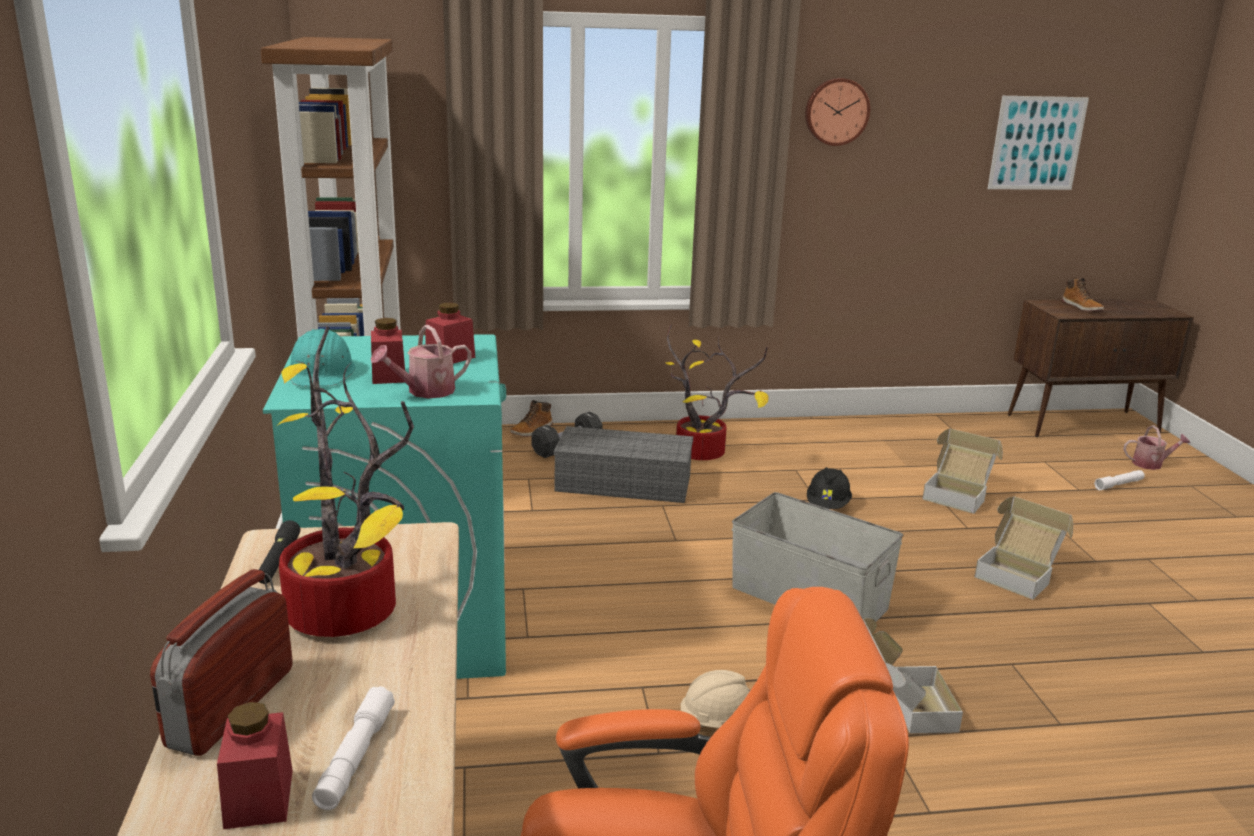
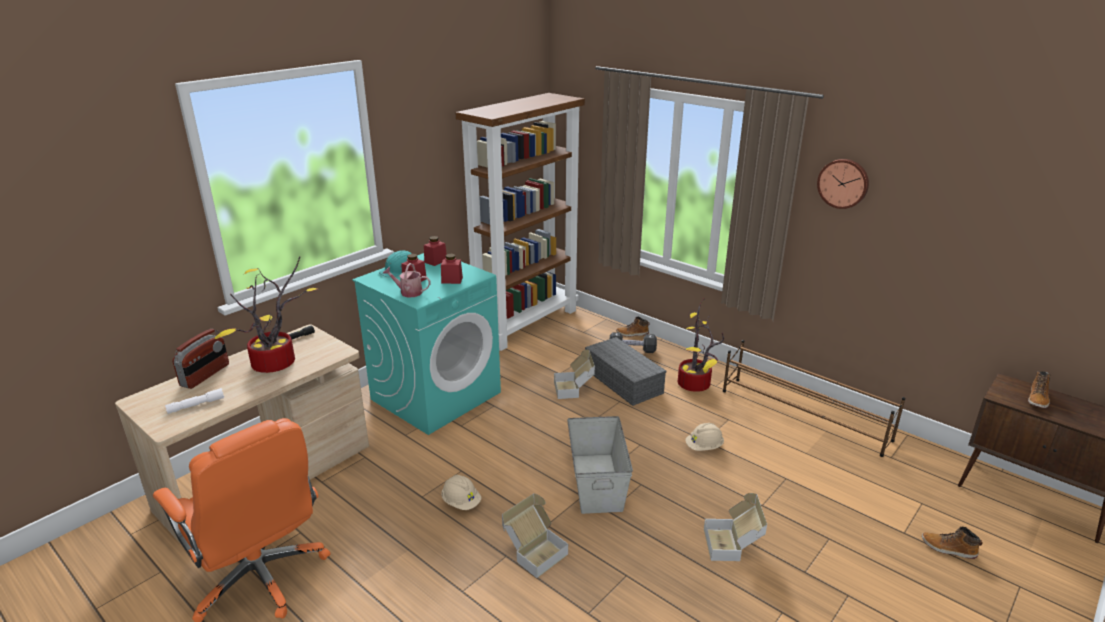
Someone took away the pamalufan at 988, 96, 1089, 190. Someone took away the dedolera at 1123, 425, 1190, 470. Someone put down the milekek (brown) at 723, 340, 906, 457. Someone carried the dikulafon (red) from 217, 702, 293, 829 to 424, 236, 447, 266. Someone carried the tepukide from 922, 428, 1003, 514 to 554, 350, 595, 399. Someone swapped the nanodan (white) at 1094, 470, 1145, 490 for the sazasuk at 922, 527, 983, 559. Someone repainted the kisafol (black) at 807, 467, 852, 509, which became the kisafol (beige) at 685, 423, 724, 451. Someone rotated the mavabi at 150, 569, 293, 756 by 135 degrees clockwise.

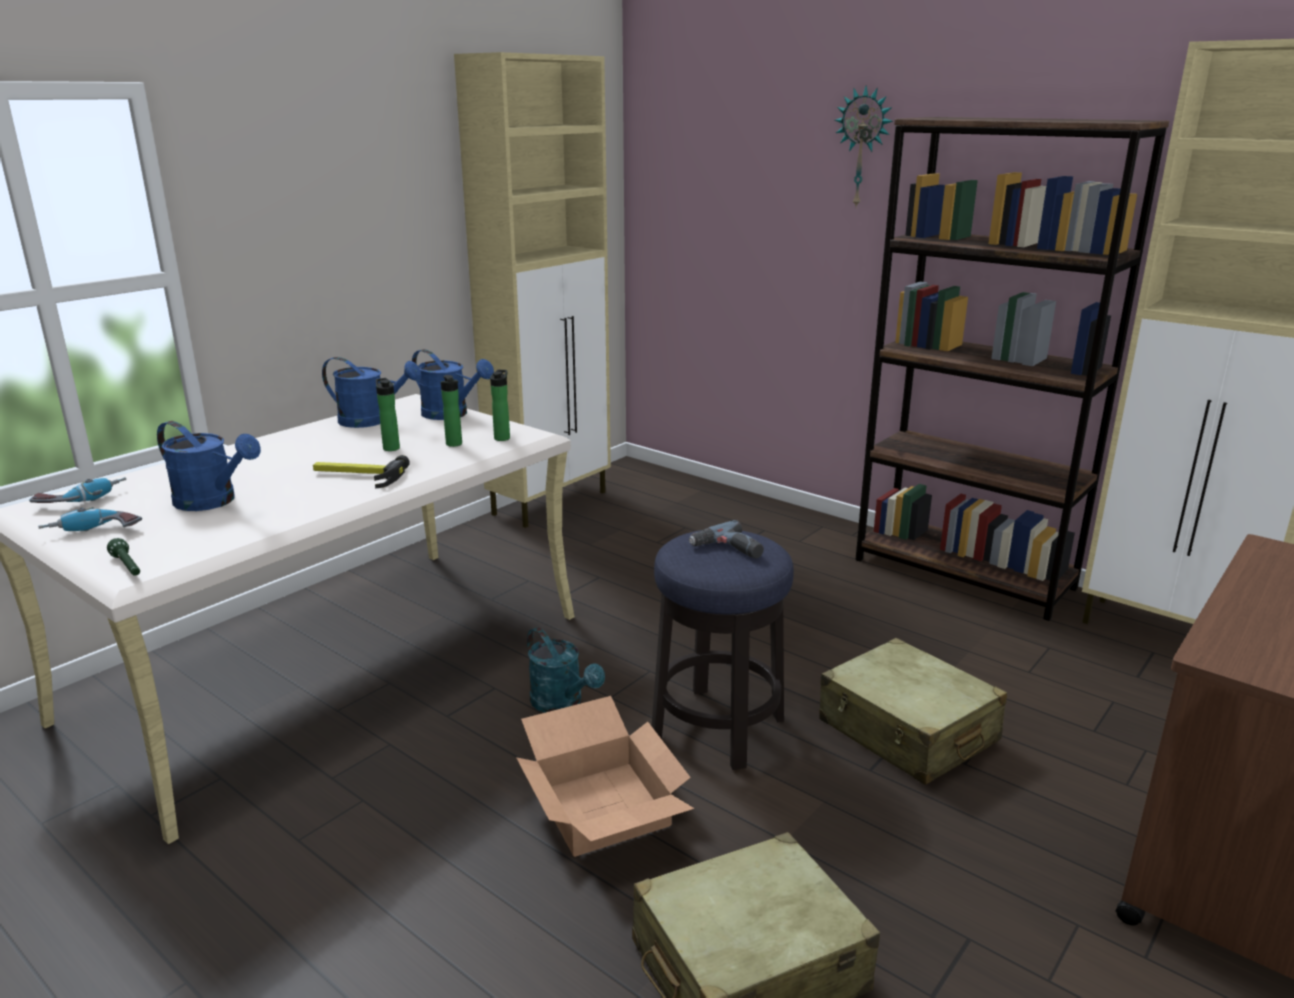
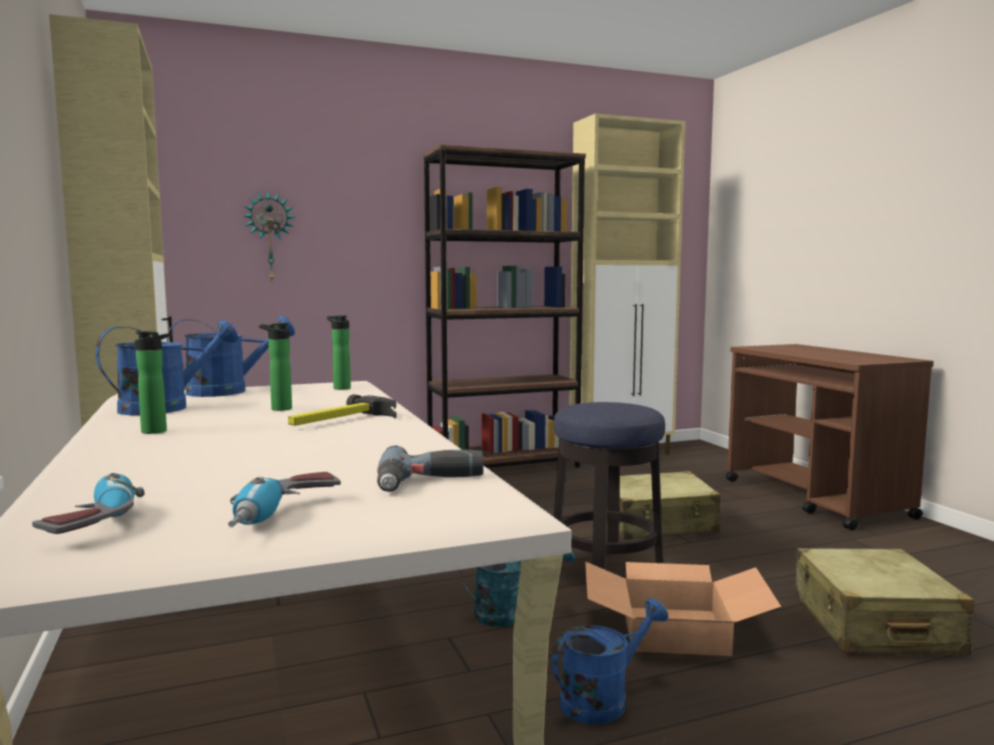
Someone took away the nanodan (green) at 107, 538, 140, 576. Someone carried the dedolera (blue) from 157, 421, 261, 511 to 552, 598, 668, 725. Someone carried the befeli from 441, 375, 462, 447 to 135, 331, 172, 434. Someone carried the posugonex from 689, 520, 764, 559 to 377, 445, 483, 492. Someone carried the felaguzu from 835, 86, 893, 207 to 243, 190, 295, 281.

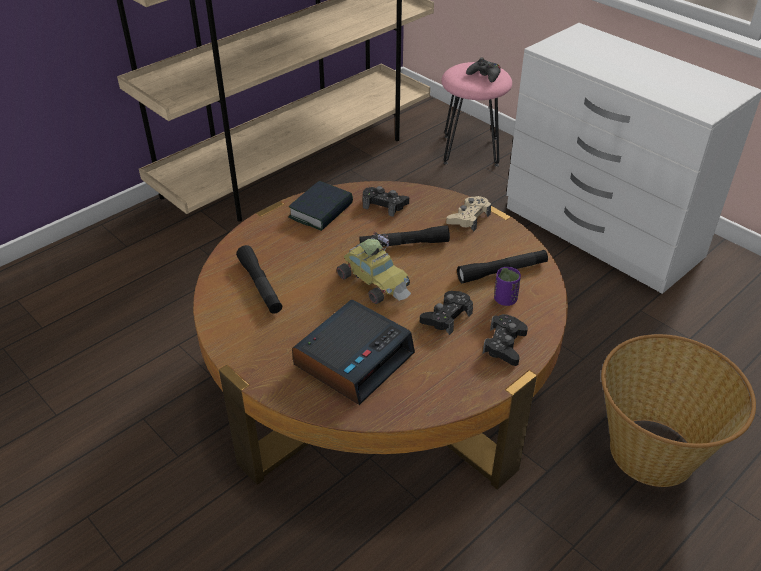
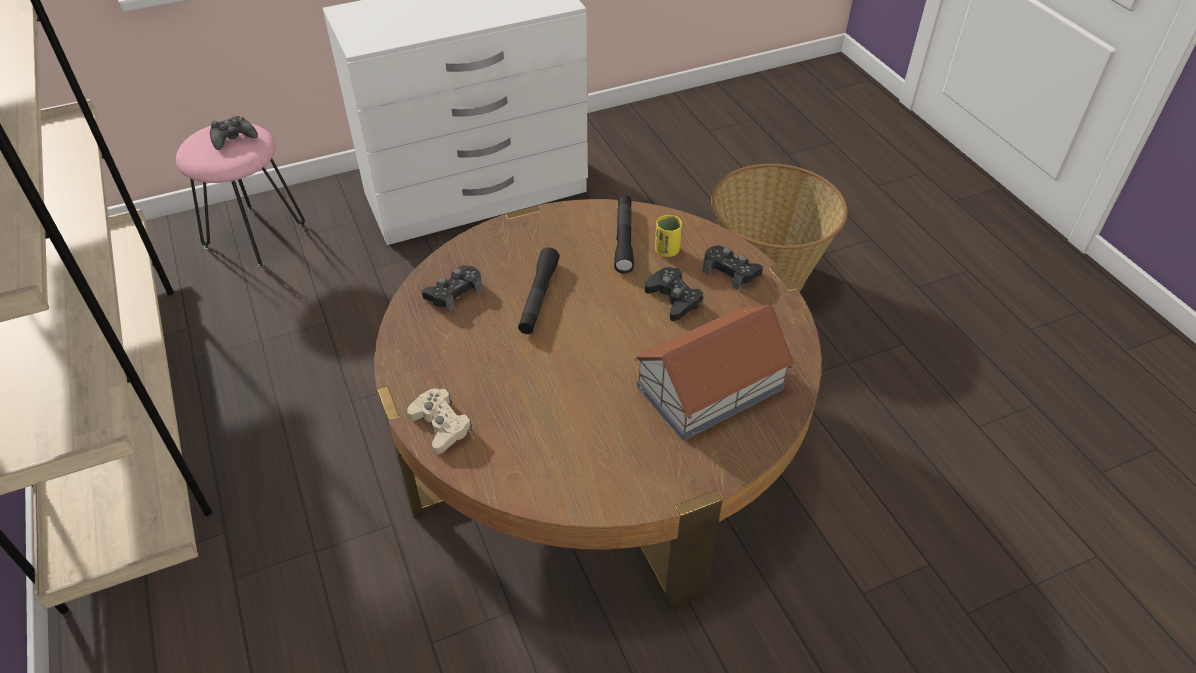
Someone took away the nanodan (black) at 236, 245, 282, 314. Someone took away the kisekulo at 288, 181, 353, 231. Someone took away the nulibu at 337, 232, 411, 304. Someone carried the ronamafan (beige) from 446, 196, 491, 232 to 407, 389, 473, 454. Someone swapped the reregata at 292, 299, 415, 405 for the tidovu at 634, 305, 796, 441. Someone repainted the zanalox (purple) at 494, 267, 521, 306, which became the zanalox (yellow) at 655, 215, 682, 257.

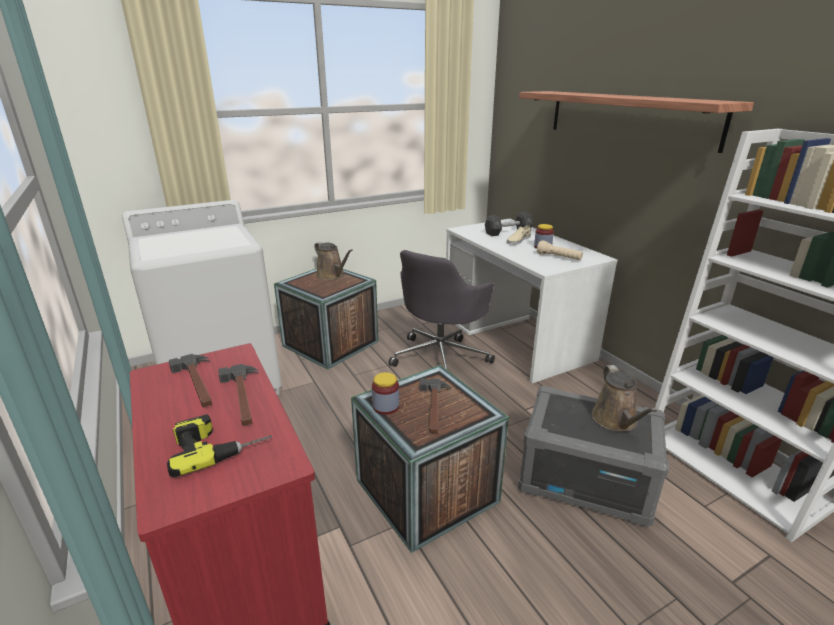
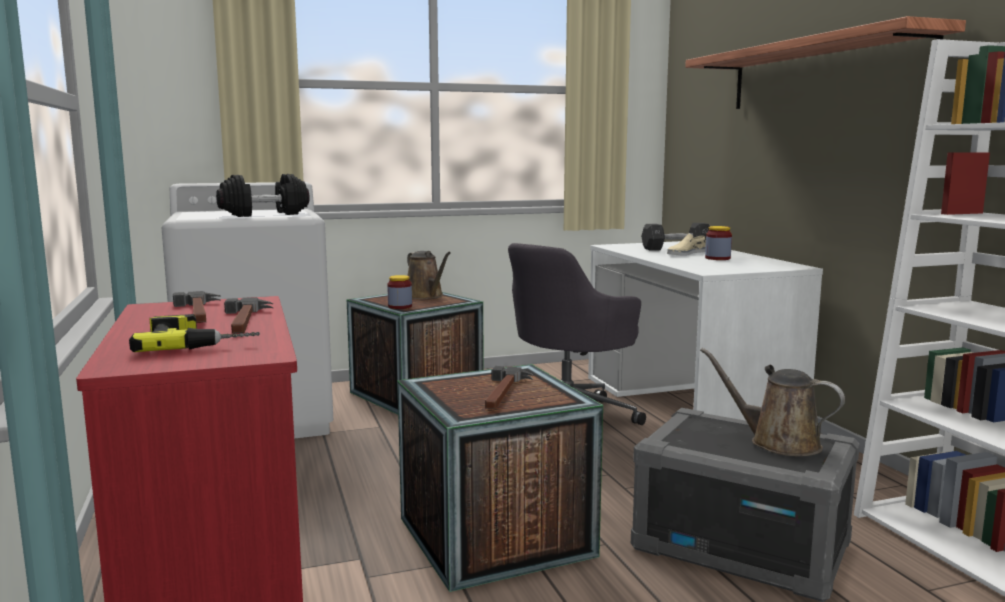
Someone took away the nanodan (beige) at 537, 241, 583, 260. Someone put down the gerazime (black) at 216, 174, 310, 217. Someone carried the dikulafon from 372, 372, 399, 415 to 387, 275, 412, 309. Someone rotated the dedolera (brown) at 592, 365, 657, 432 by 120 degrees clockwise.

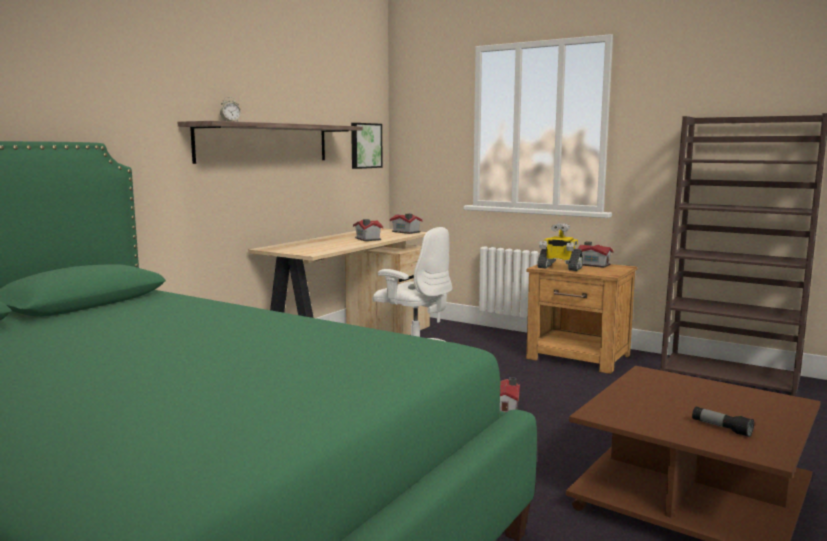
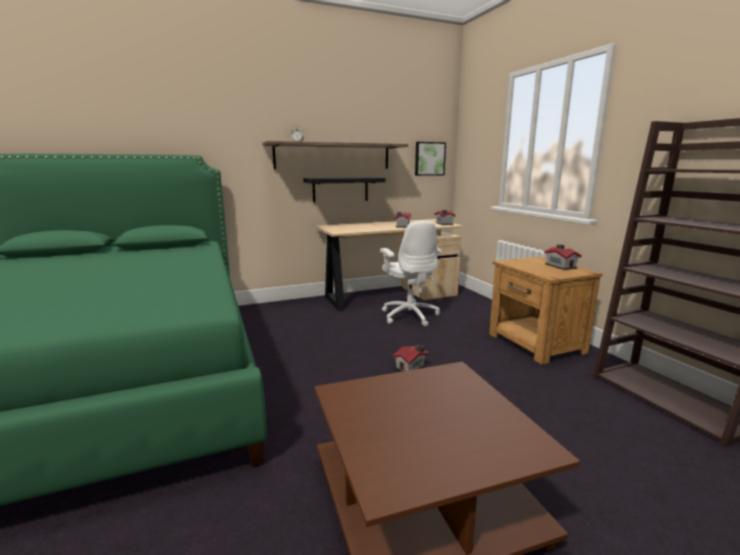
Someone took away the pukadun at 538, 223, 583, 271. Someone took away the nanodan at 692, 406, 754, 437. Someone put up the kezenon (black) at 303, 177, 386, 203.

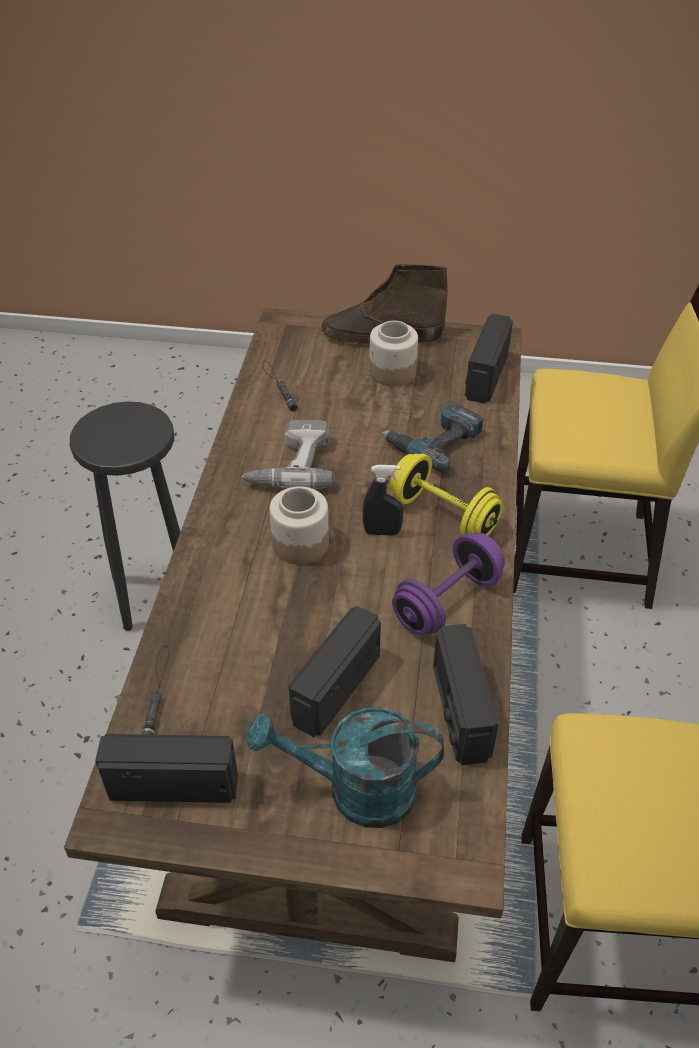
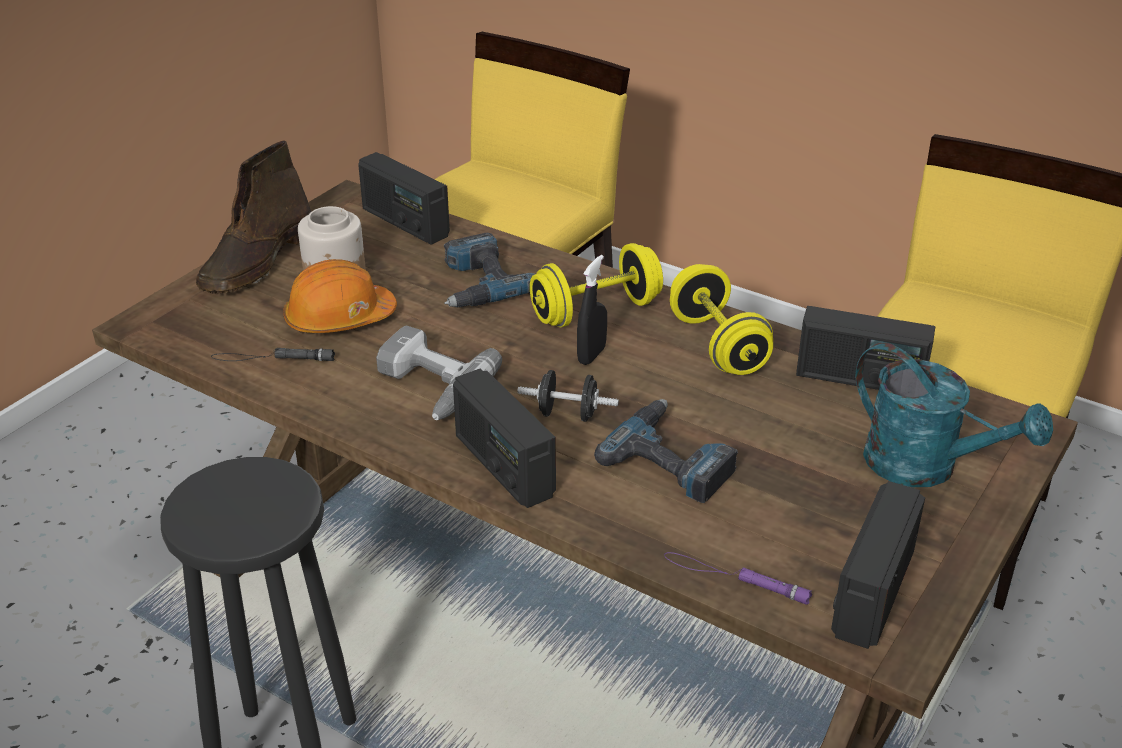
Someone put down the kisafol (orange) at 283, 259, 397, 333. Someone put down the posugonex at 594, 399, 738, 503. Someone carried the mavabi from 288, 606, 381, 737 to 453, 369, 556, 508. Someone swapped the dikulafon at 269, 486, 329, 564 for the gerazime (black) at 517, 370, 619, 422. Someone repainted the nanodan (black) at 142, 646, 169, 735, which became the nanodan (purple) at 664, 552, 812, 605. Someone repainted the gerazime (purple) at 392, 533, 505, 635, which became the gerazime (yellow) at 670, 264, 773, 375. Someone rotated the dedolera (turquoise) at 247, 707, 444, 828 by 75 degrees counterclockwise.

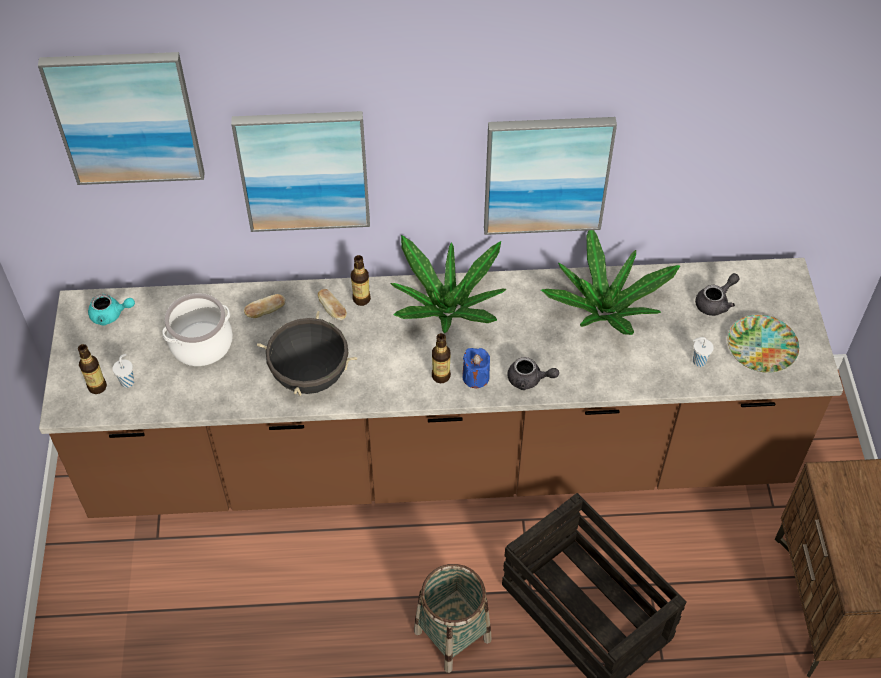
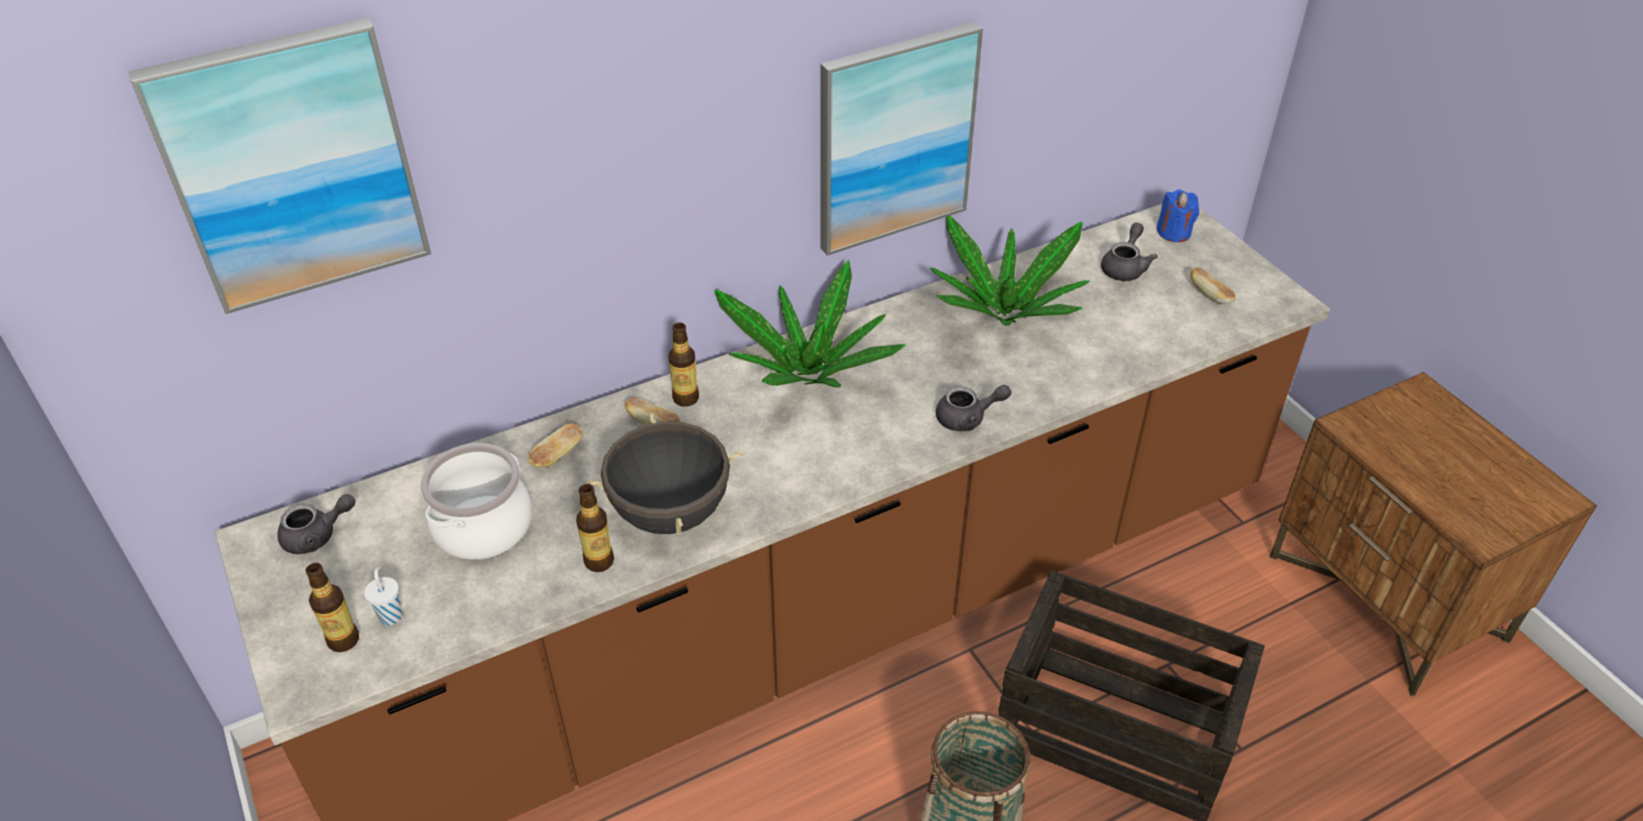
Someone took away the pamalufan at 231, 111, 370, 232. Someone took away the zanalox (white) at 693, 337, 714, 367. Someone carried the befeli from 432, 333, 451, 383 to 576, 484, 614, 572. Someone carried the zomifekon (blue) from 462, 348, 490, 388 to 1156, 189, 1199, 242. Someone swapped the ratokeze at 727, 315, 799, 373 for the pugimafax at 1190, 267, 1236, 305. Someone repainted the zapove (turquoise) at 88, 294, 135, 326, which became the zapove (grey) at 277, 494, 355, 554.

